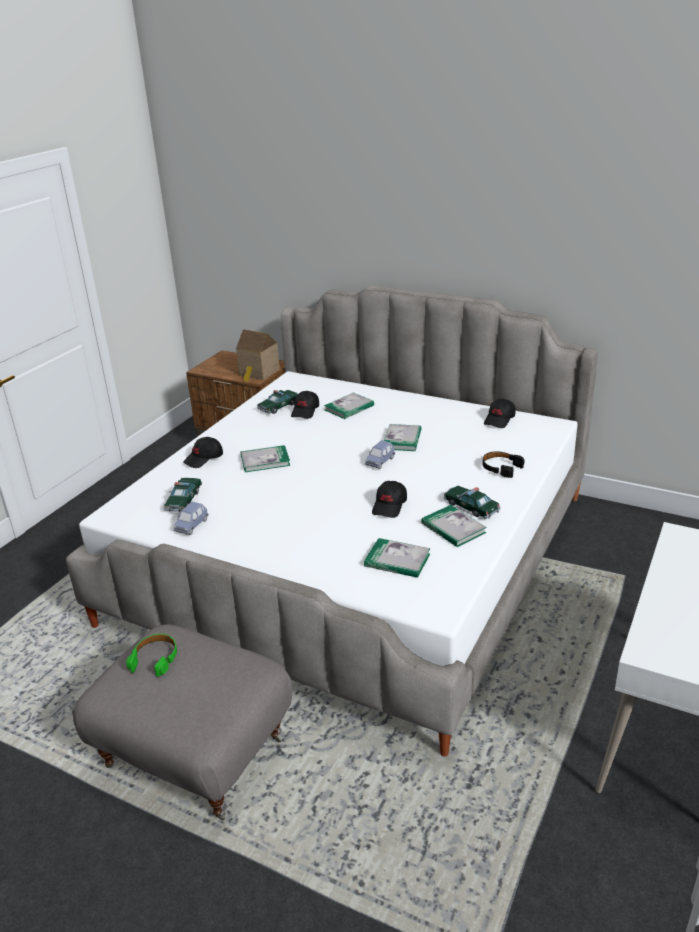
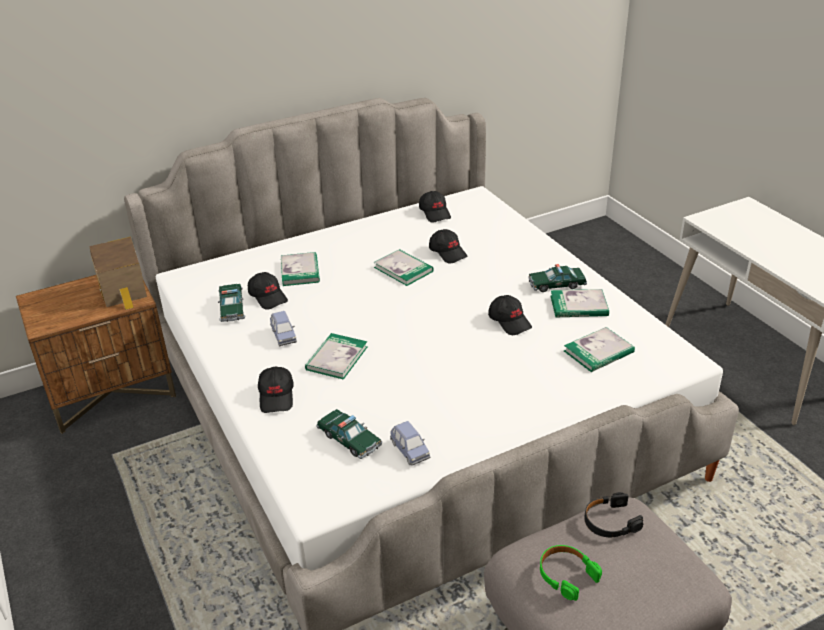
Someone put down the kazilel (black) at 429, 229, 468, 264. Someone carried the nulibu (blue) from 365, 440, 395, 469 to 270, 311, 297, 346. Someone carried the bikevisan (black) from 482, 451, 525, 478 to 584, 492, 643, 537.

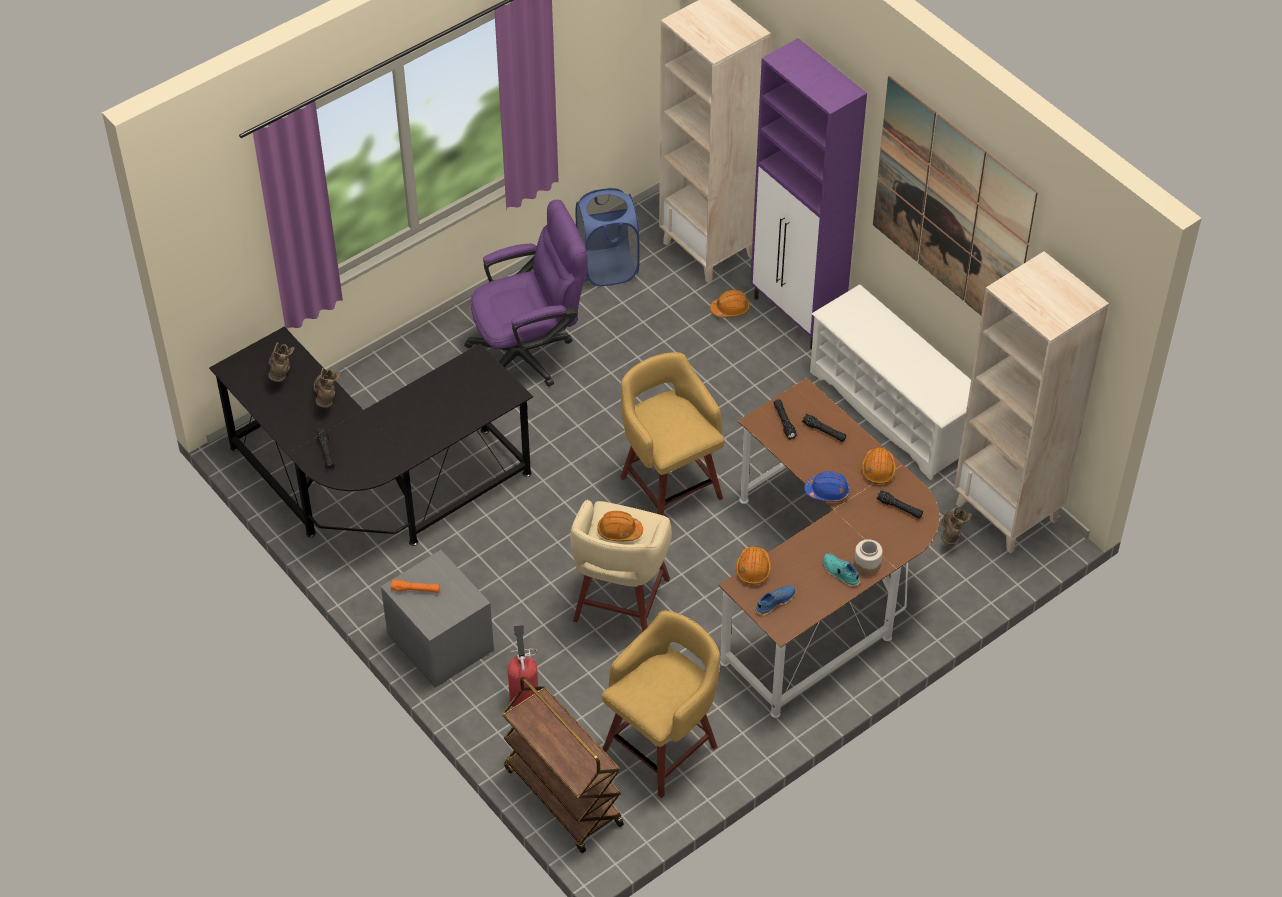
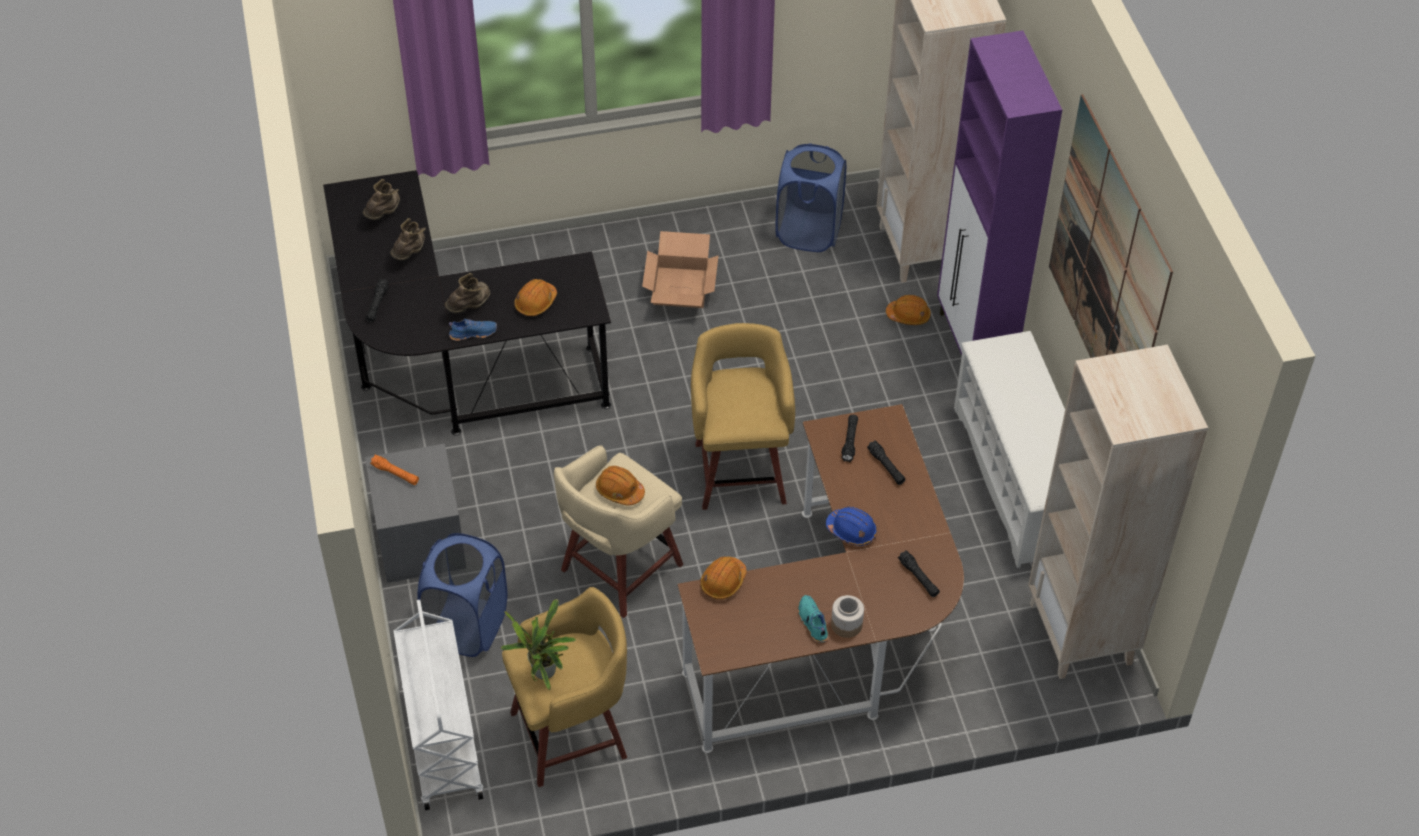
Someone put down the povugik at 501, 599, 576, 691. Someone carried the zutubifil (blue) from 755, 585, 795, 616 to 449, 319, 497, 341. Someone carried the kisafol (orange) from 862, 447, 896, 484 to 515, 279, 557, 316. Someone carried the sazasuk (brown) from 941, 507, 972, 545 to 445, 273, 490, 313. Someone swapped the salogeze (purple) at 464, 200, 588, 387 for the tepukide at 642, 231, 719, 308. Someone swapped the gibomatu at 507, 625, 539, 707 for the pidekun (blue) at 417, 533, 507, 657. Someone repainted the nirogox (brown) at 502, 677, 624, 853, which became the nirogox (white) at 393, 600, 484, 810.

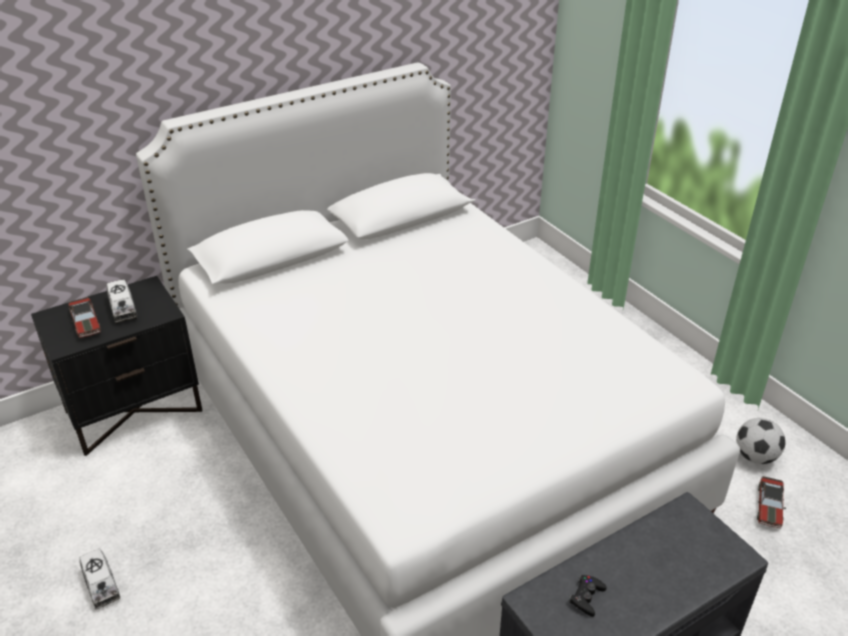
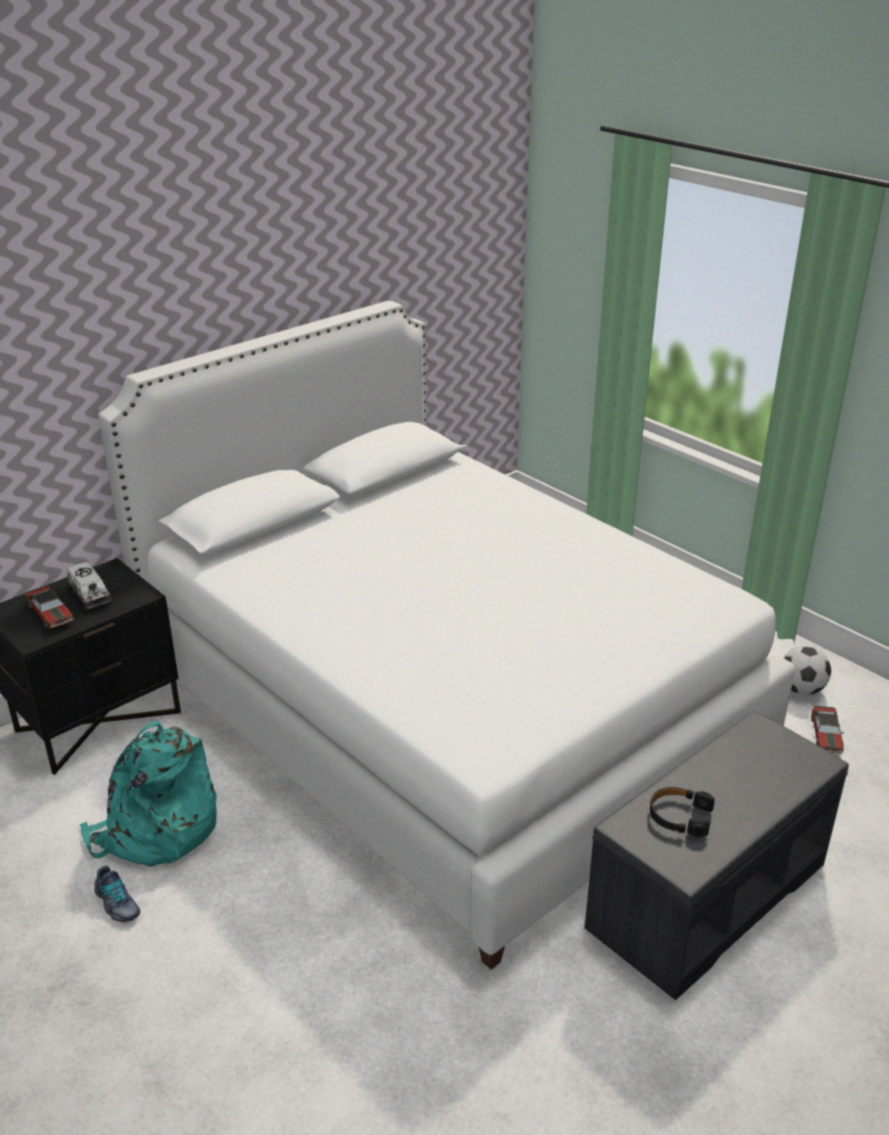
Someone put down the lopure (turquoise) at 80, 721, 217, 867. Someone swapped the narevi at 80, 549, 120, 610 for the zutubifil at 94, 866, 140, 922. Someone swapped the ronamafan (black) at 569, 575, 607, 617 for the bikevisan (black) at 650, 787, 715, 837.

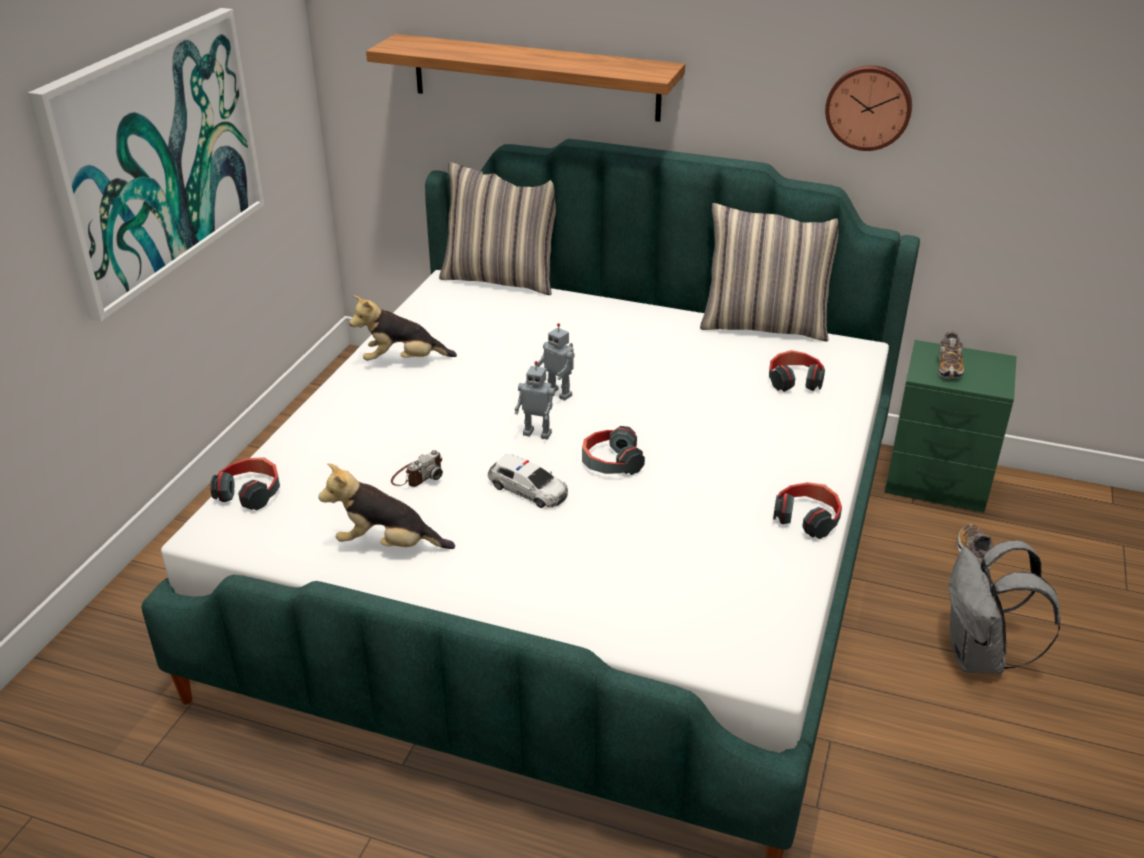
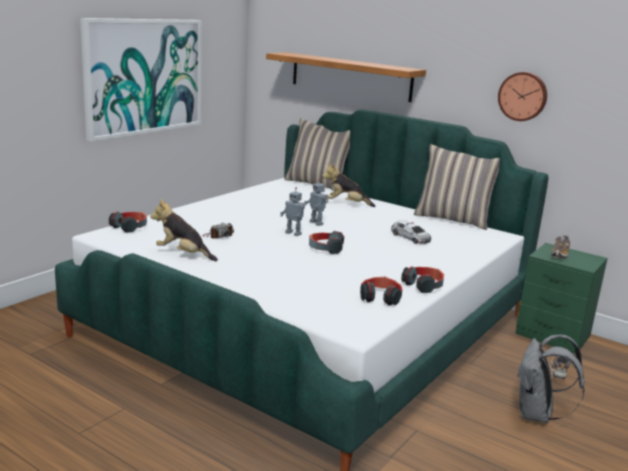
Someone carried the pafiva from 349, 295, 457, 361 to 322, 163, 376, 207. Someone carried the nulibu from 488, 454, 568, 508 to 391, 220, 431, 244. Someone carried the bikevisan from 769, 350, 825, 392 to 360, 277, 402, 306.

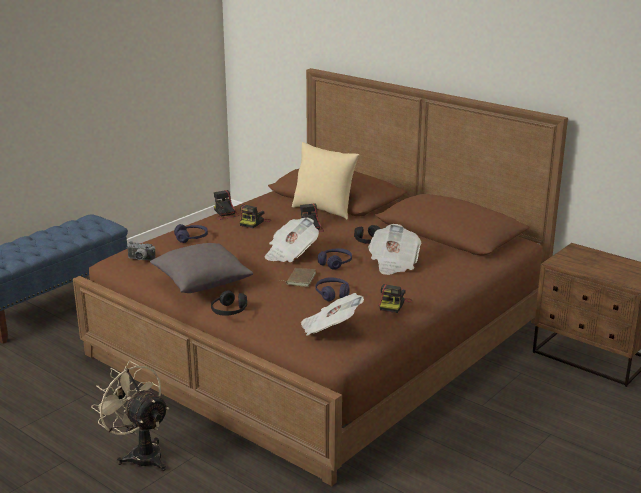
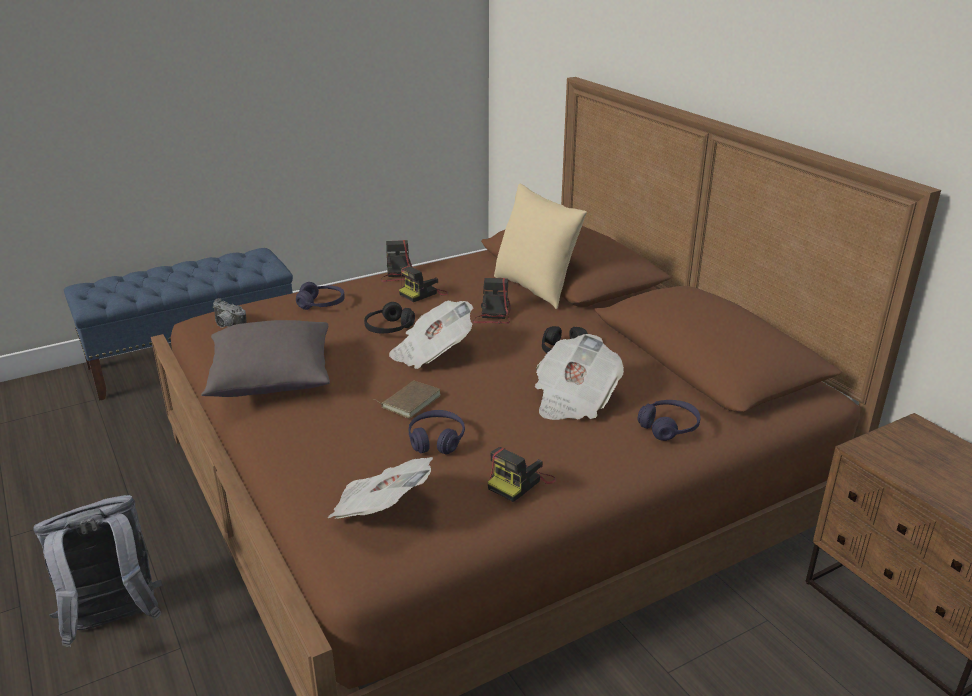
Someone carried the bikevisan (black) from 211, 290, 247, 316 to 364, 302, 415, 333. Someone carried the bikevisan (purple) from 318, 248, 352, 270 to 638, 400, 700, 441. Someone swapped the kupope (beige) at 91, 361, 169, 471 for the lopure (grey) at 33, 495, 162, 647.

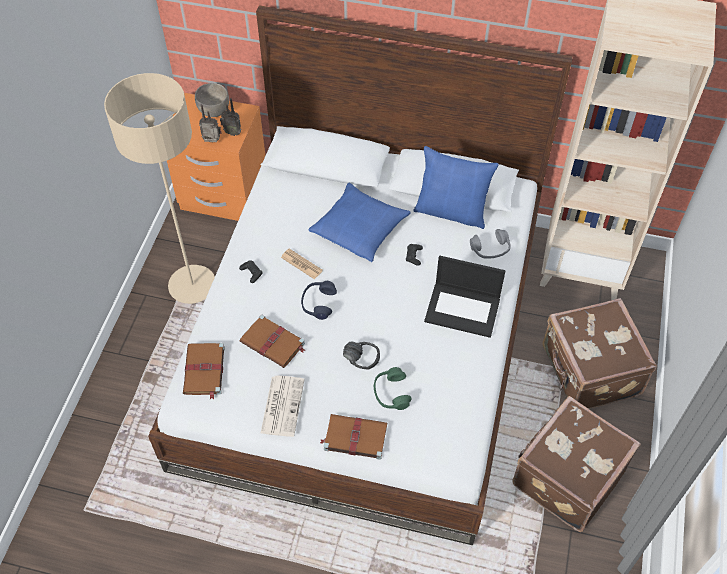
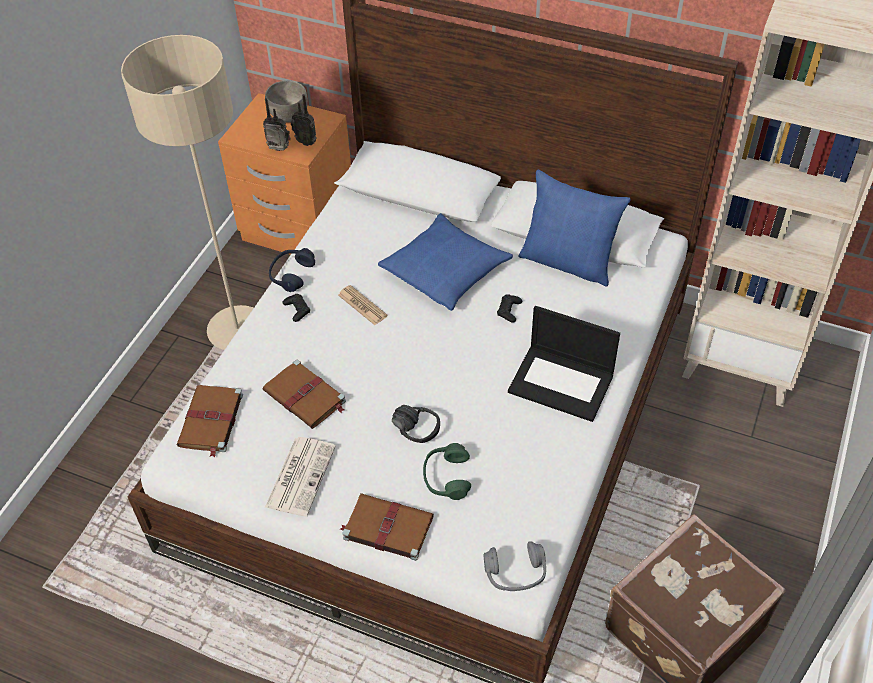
Someone took away the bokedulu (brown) at 542, 298, 657, 409. Someone carried the bikevisan (blue) from 301, 281, 337, 320 to 269, 248, 315, 292. Someone carried the bikevisan (grey) from 470, 229, 511, 259 to 484, 541, 546, 591.

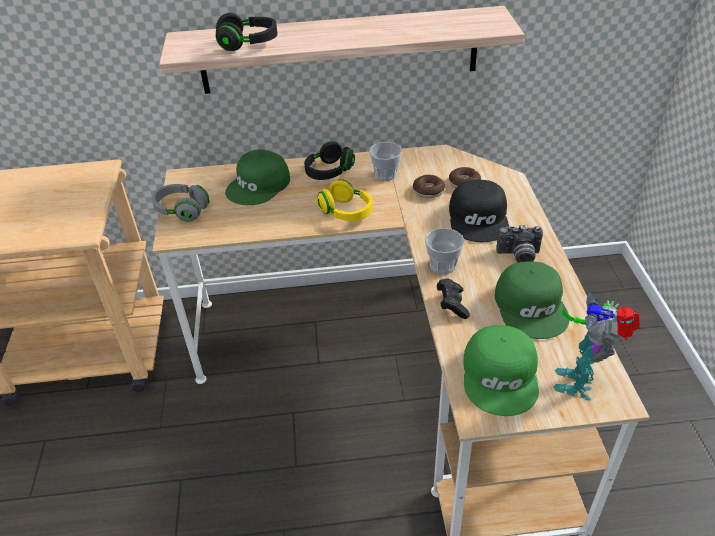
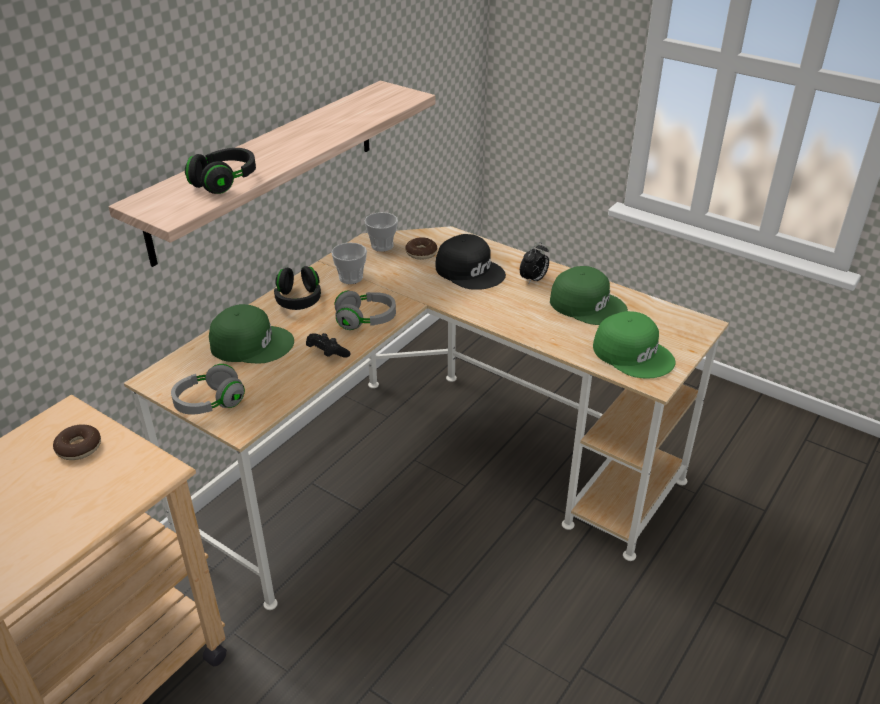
Someone took away the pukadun at 554, 293, 640, 401. Someone carried the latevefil from 413, 175, 445, 198 to 53, 424, 101, 460. Someone carried the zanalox from 425, 228, 464, 274 to 365, 212, 398, 252. Someone carried the ronamafan (black) from 437, 278, 470, 319 to 306, 333, 351, 358. Someone swapped the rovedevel at 496, 225, 543, 262 for the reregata at 520, 242, 549, 285. Someone repainted the bikevisan (yellow) at 317, 179, 373, 221, which became the bikevisan (grey) at 335, 291, 396, 330. Someone rotated the kazilel (green) at 225, 149, 290, 205 by 75 degrees counterclockwise.

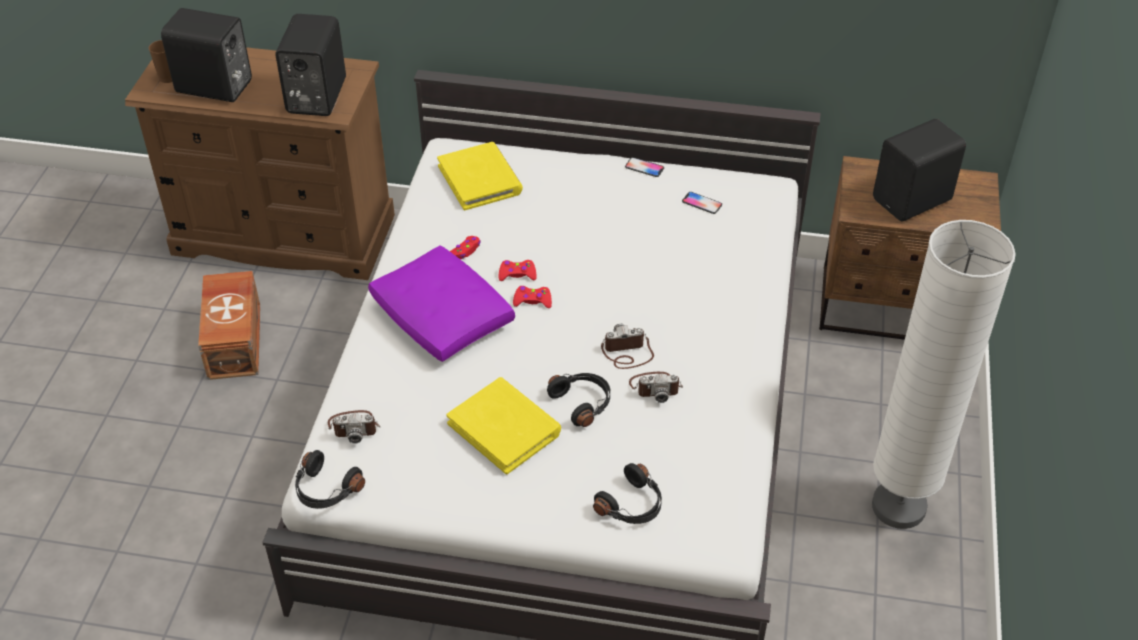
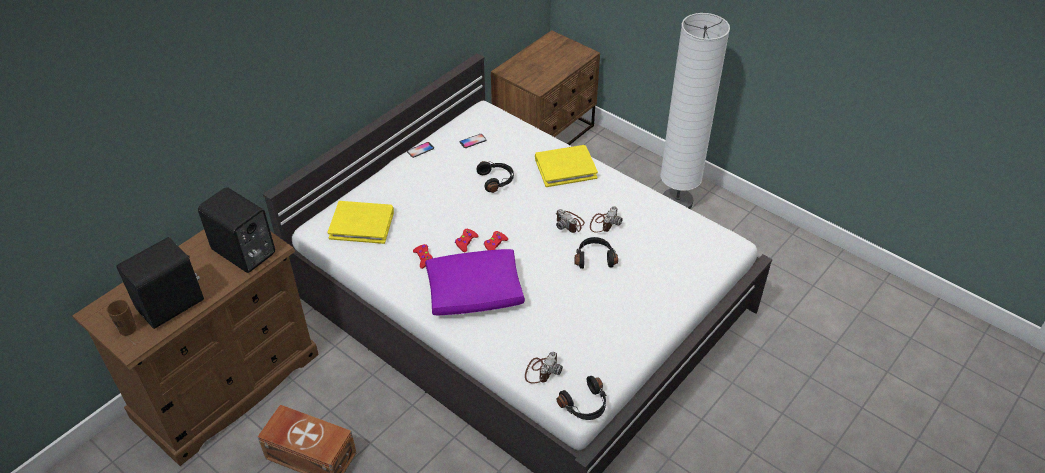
Someone took away the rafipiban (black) at 873, 119, 966, 221. Someone carried the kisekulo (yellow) from 446, 377, 561, 474 to 535, 145, 598, 187. Someone carried the bikevisan (black) from 593, 463, 662, 524 to 477, 161, 514, 193. Someone rotated the rovedevel at 601, 324, 654, 369 by 60 degrees counterclockwise.

